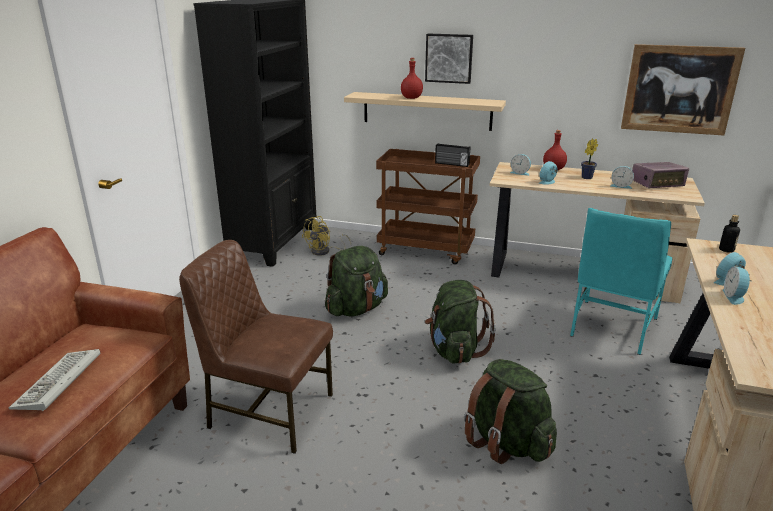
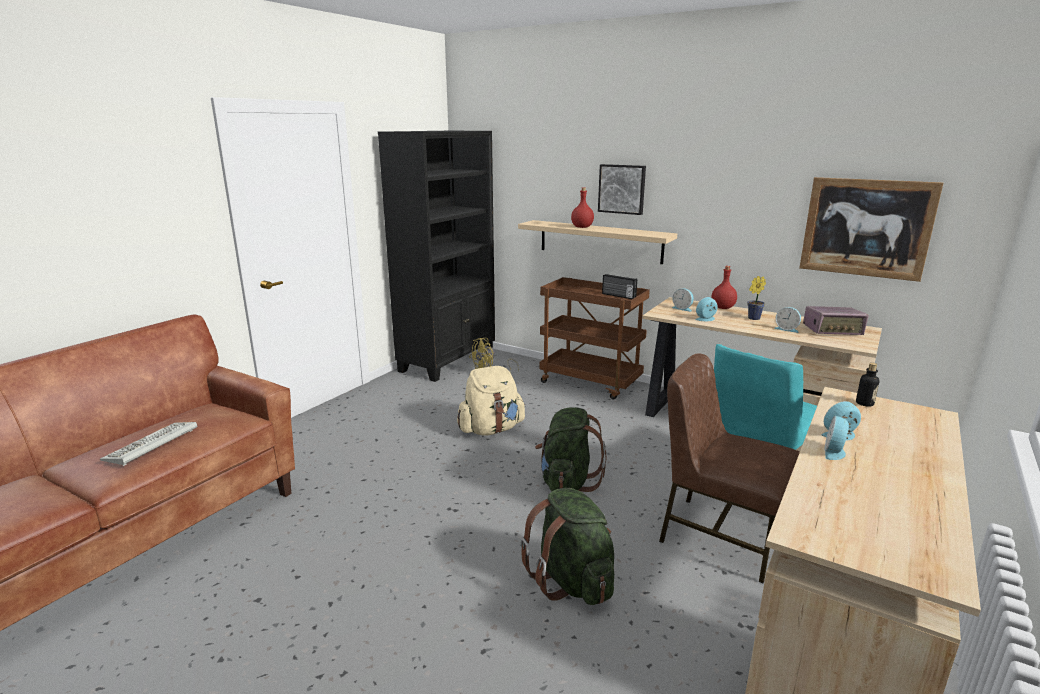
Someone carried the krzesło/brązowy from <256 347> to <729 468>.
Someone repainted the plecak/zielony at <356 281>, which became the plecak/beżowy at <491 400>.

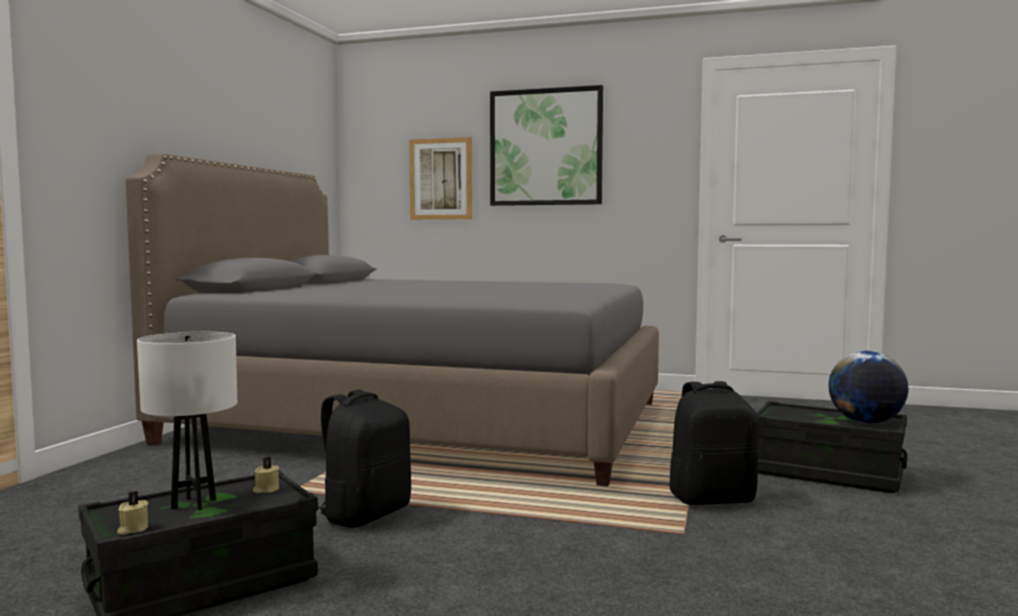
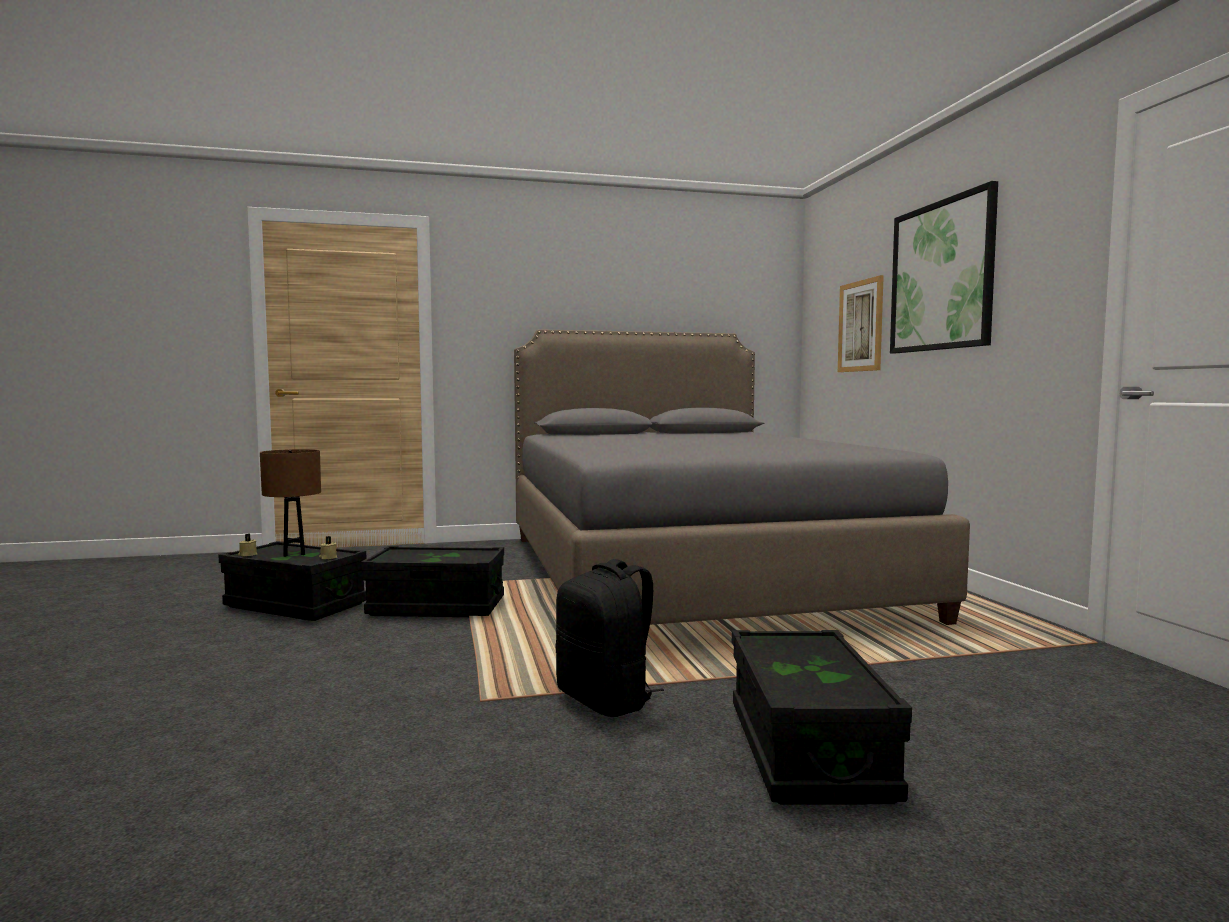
Someone repainted the lampa stołowa/biały at <187 421>, which became the lampa stołowa/brązowy at <290 503>.
Someone took away the globus at <869 387>.
Someone swapped the plecak/czarny at <364 459> for the pojemnik do przechowywania/czarny at <432 581>.

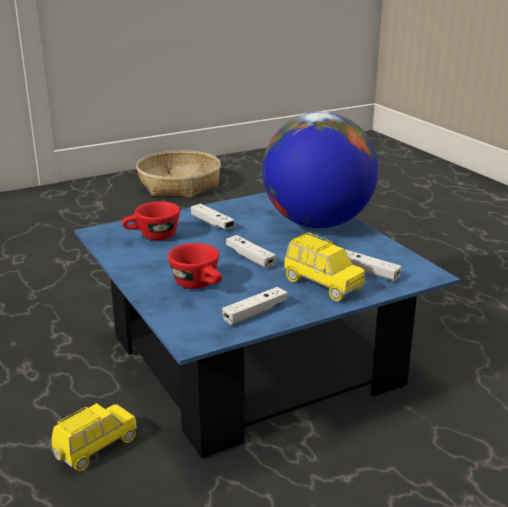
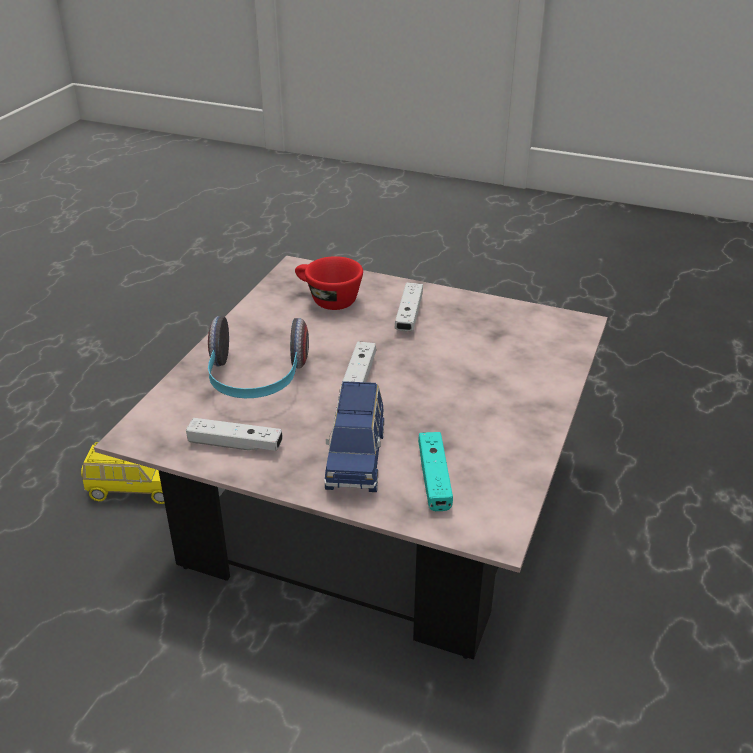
Someone took away the globus at <320 170>.
Someone took away the koszyk at <178 174>.
Someone repainted the ława/niebieski at <267 325>, which became the ława/różowy at <351 457>.
Someone repainted the samochodzik/żółty at <324 266>, which became the samochodzik/niebieski at <354 436>.
Someone swapped the filiżanka/czerwony at <195 266> for the słuchawki at <258 357>.
Someone repainted the pad do gier/biały at <373 265>, which became the pad do gier/turkusowy at <435 471>.

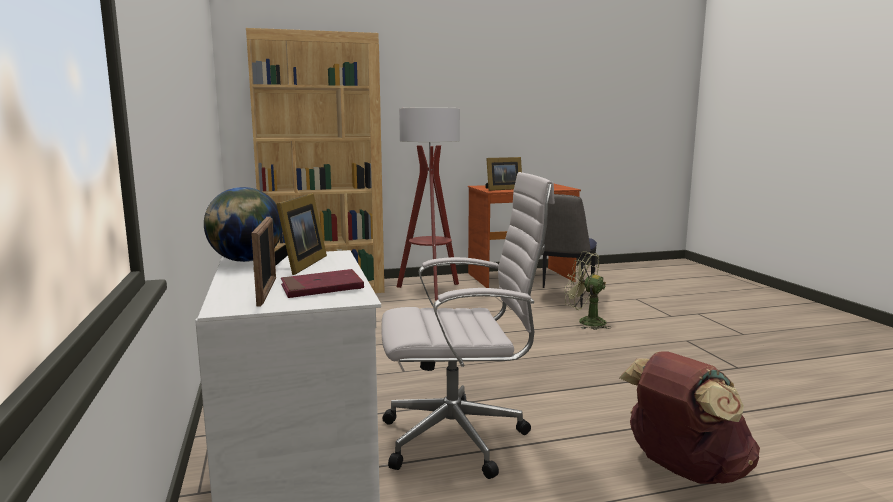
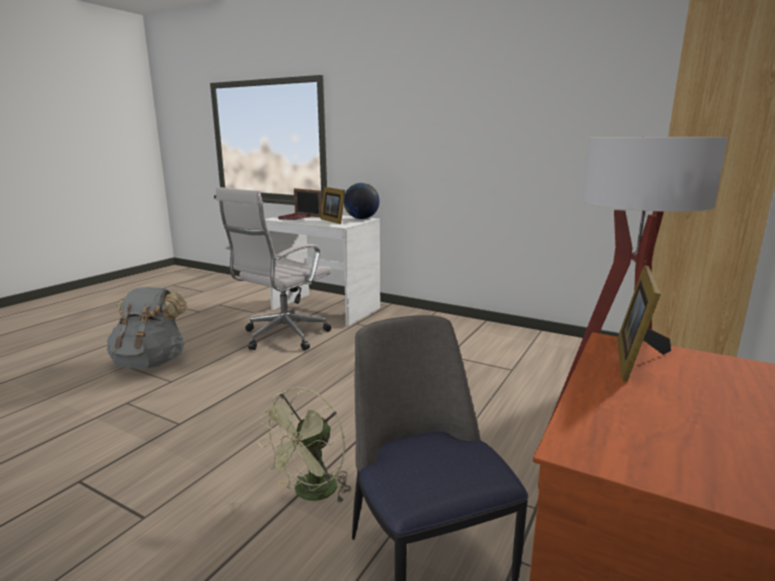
Someone rotated the wentylator/zielony at <588 290> by 135 degrees clockwise.
Someone repainted the plecak/brązowy at <689 417>, which became the plecak/szary at <147 327>.

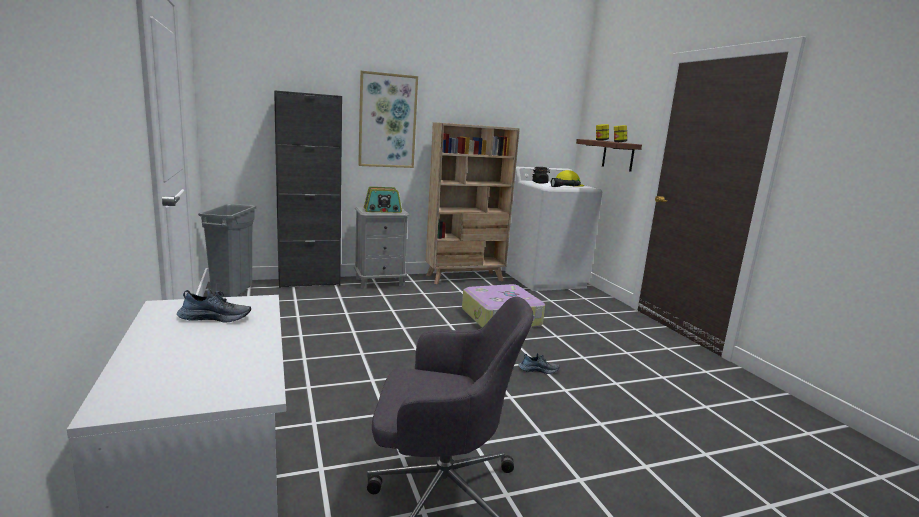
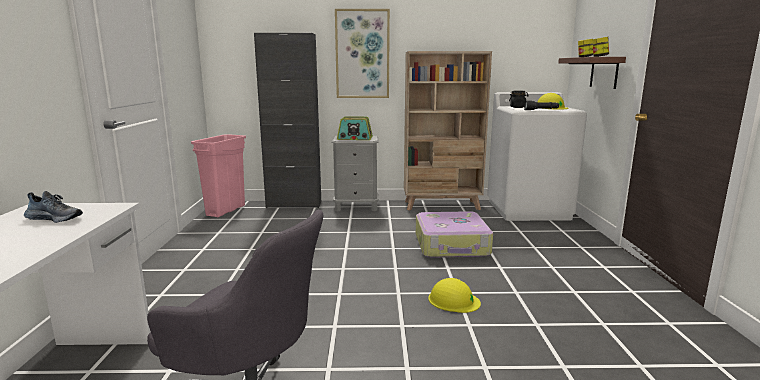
Someone repainted the kosz na śmieci/szary at <227 250>, which became the kosz na śmieci/różowy at <218 175>.
Someone swapped the but at <539 363> for the kask/żółty at <454 295>.

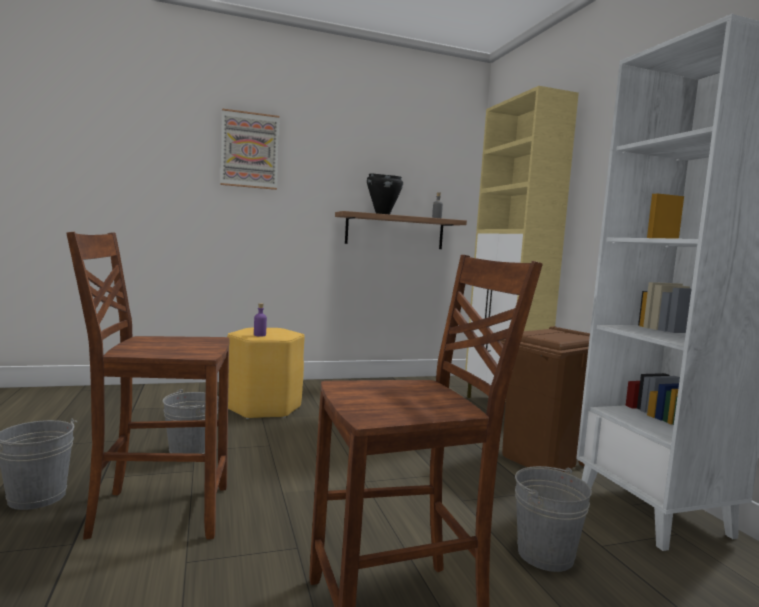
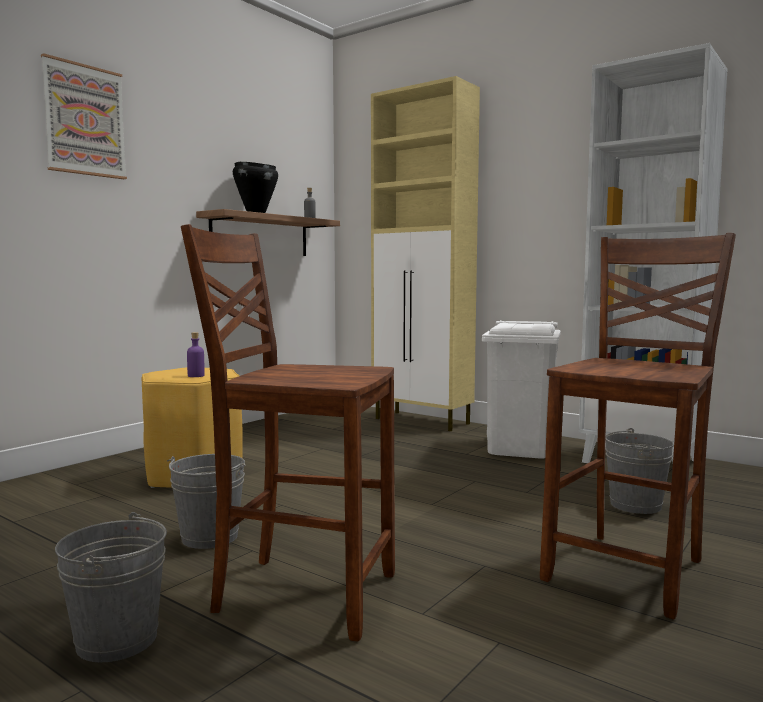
Someone rotated the krzesło/brązowy at <147 386> by 60 degrees clockwise.
Someone repainted the kosz na śmieci/brązowy at <545 399>, which became the kosz na śmieci/biały at <521 389>.

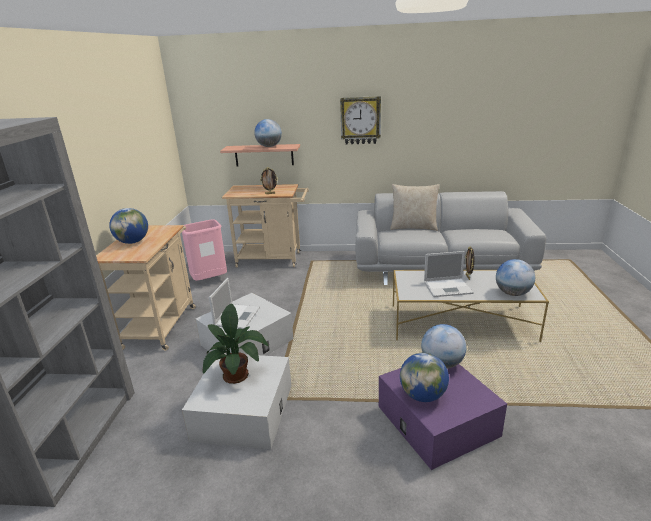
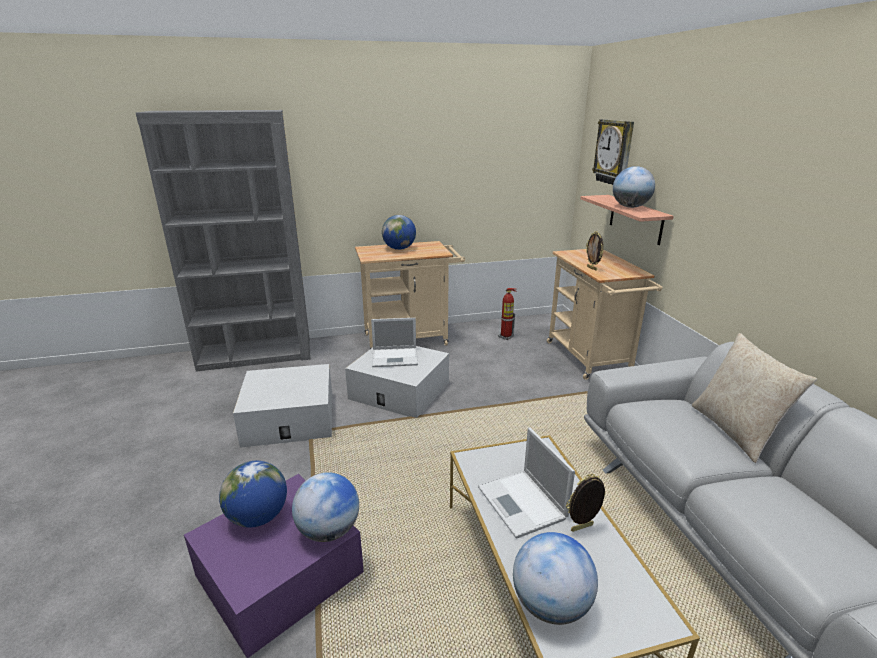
Someone carried the zegar ścienny from <360 120> to <613 152>.
Someone swapped the kosz na śmieci/różowy at <204 250> for the gaśnica at <507 314>.
Someone took away the roślina doniczkowa at <235 344>.

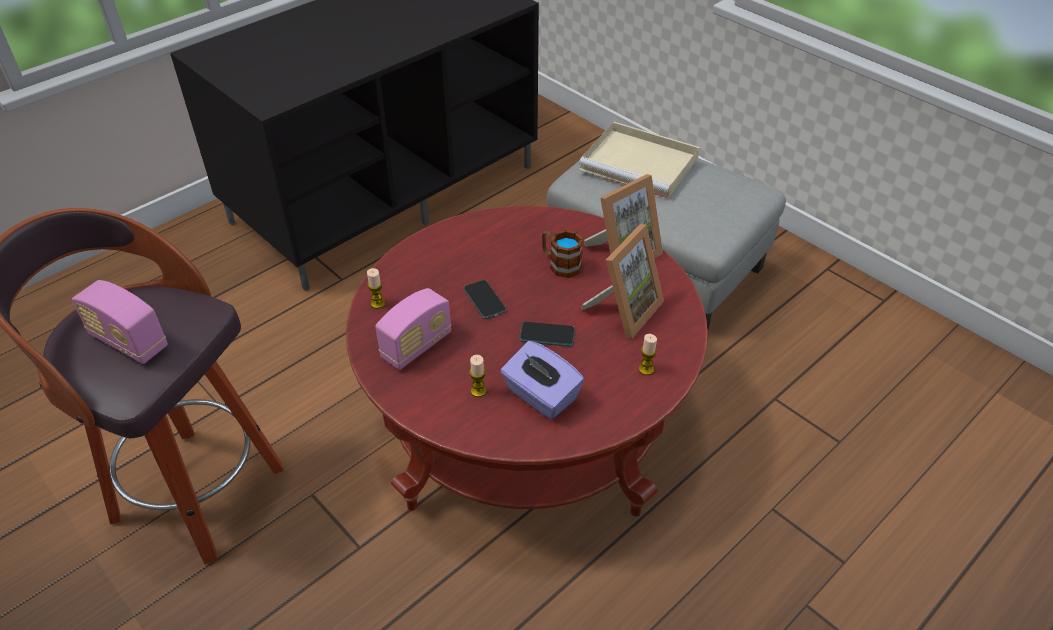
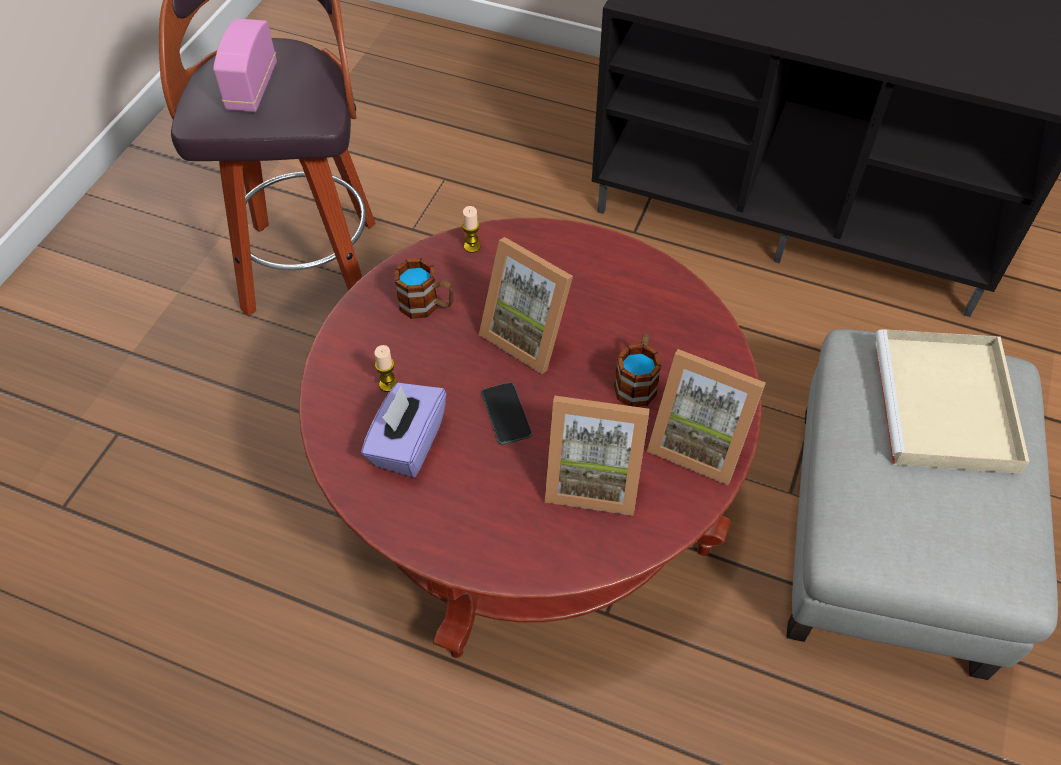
Someone swapped the telefon at <485 299> for the ramka na zdjęcie at <526 305>.
Someone swapped the radio at <413 329> for the kubek at <424 288>.
Someone took away the świeca at <648 354>.

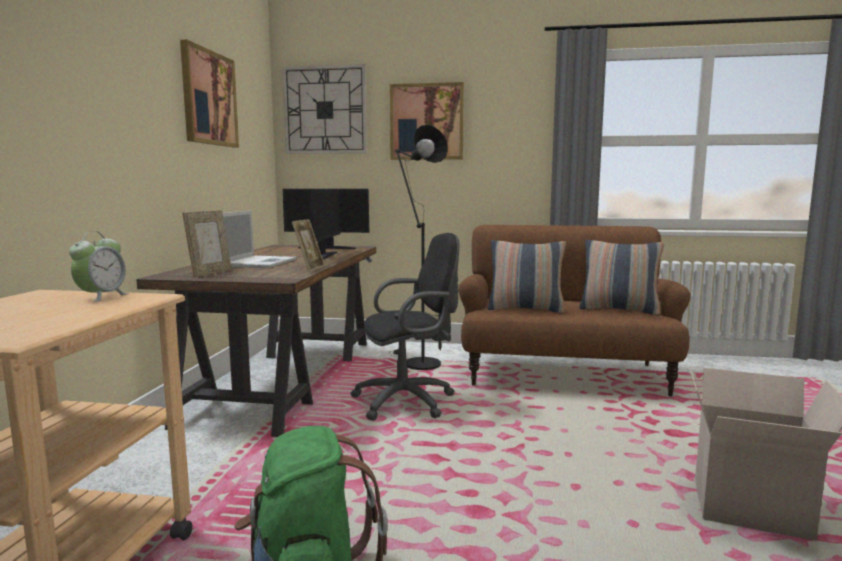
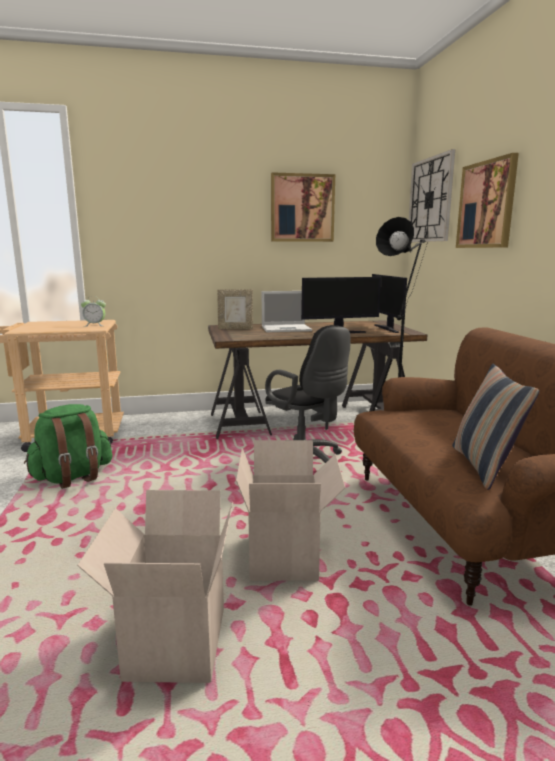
Someone took away the ramka na zdjęcie at <308 245>.
Someone took away the poduszka at <527 276>.
Someone put down the karton at <290 510>.

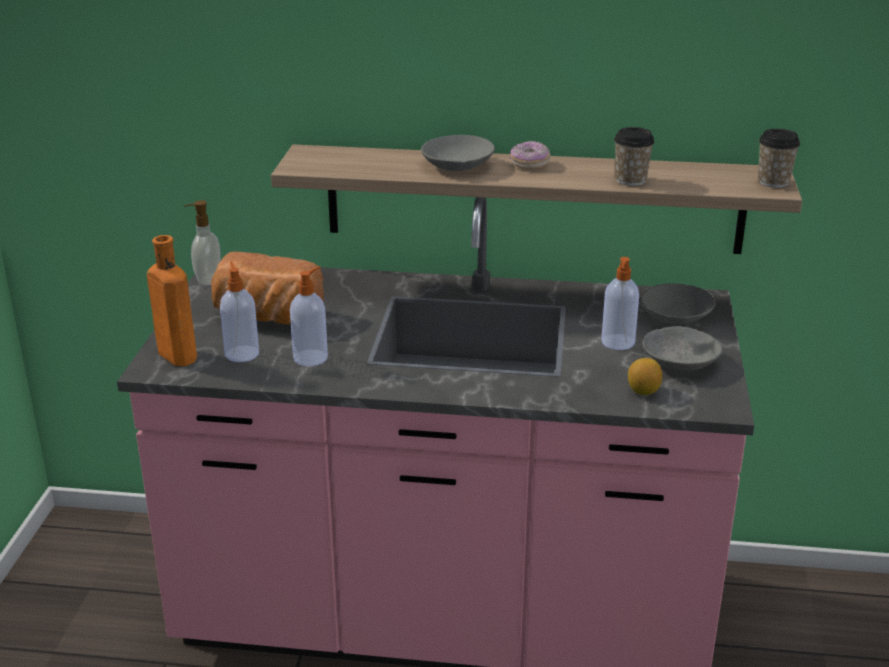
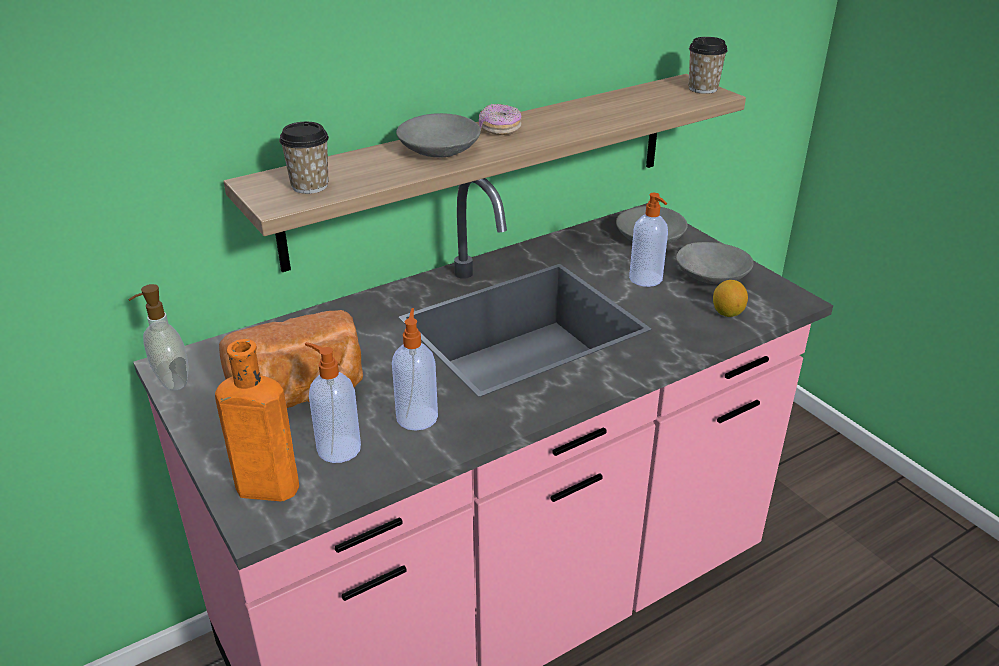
Someone carried the filiżanka from <634 156> to <304 158>.

